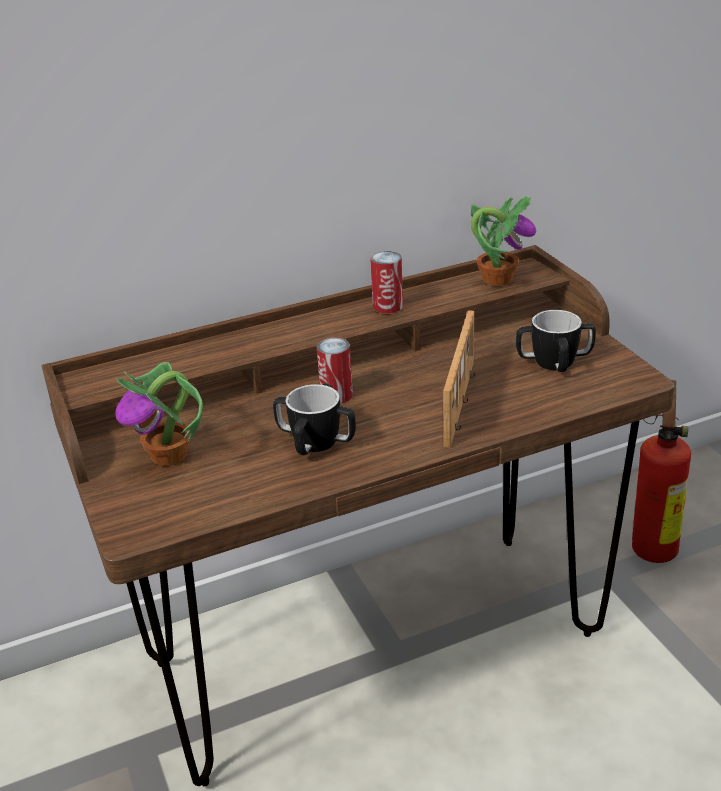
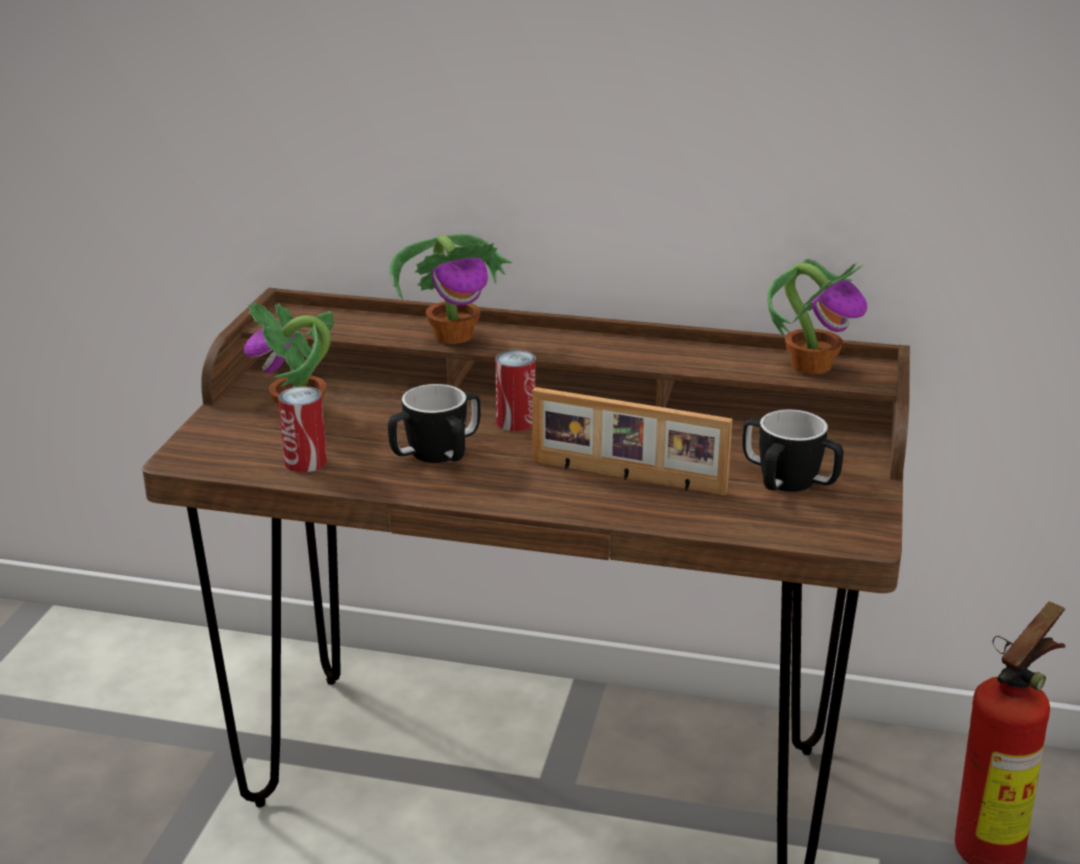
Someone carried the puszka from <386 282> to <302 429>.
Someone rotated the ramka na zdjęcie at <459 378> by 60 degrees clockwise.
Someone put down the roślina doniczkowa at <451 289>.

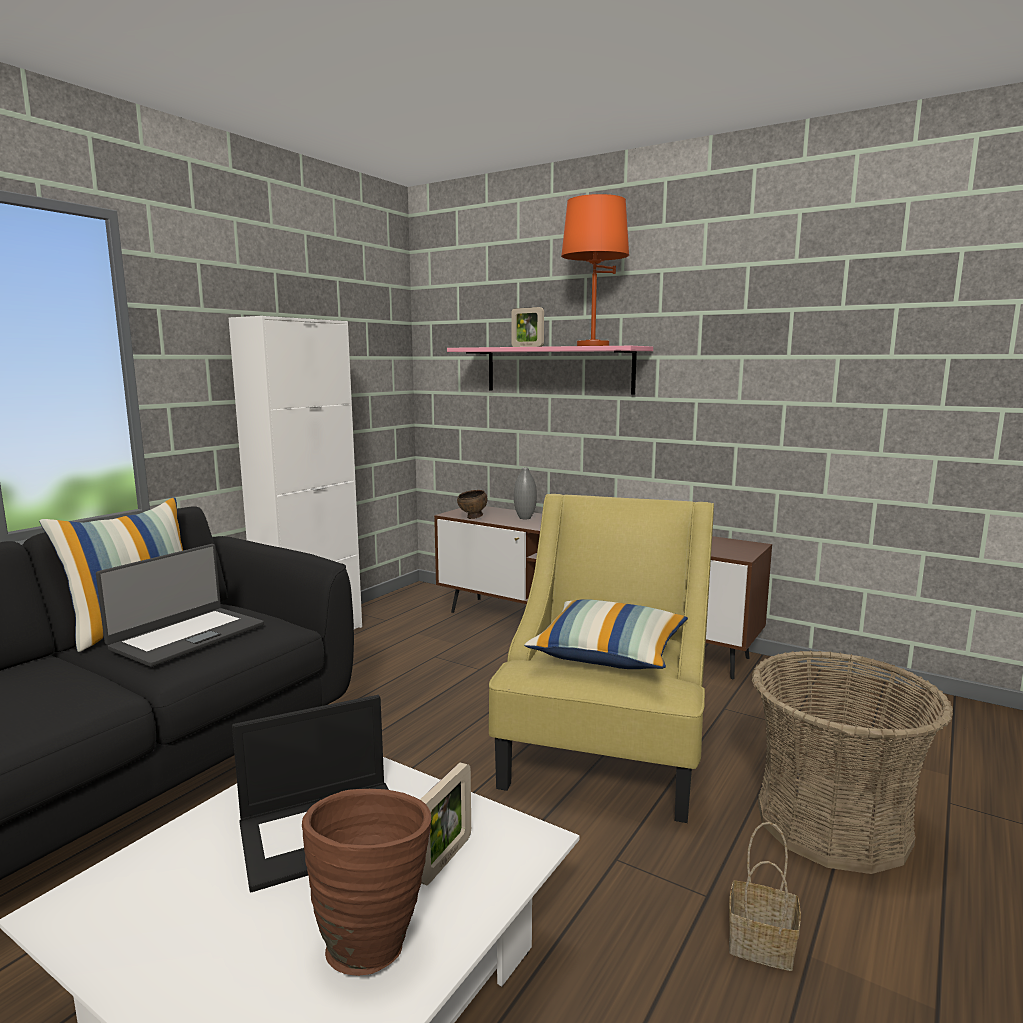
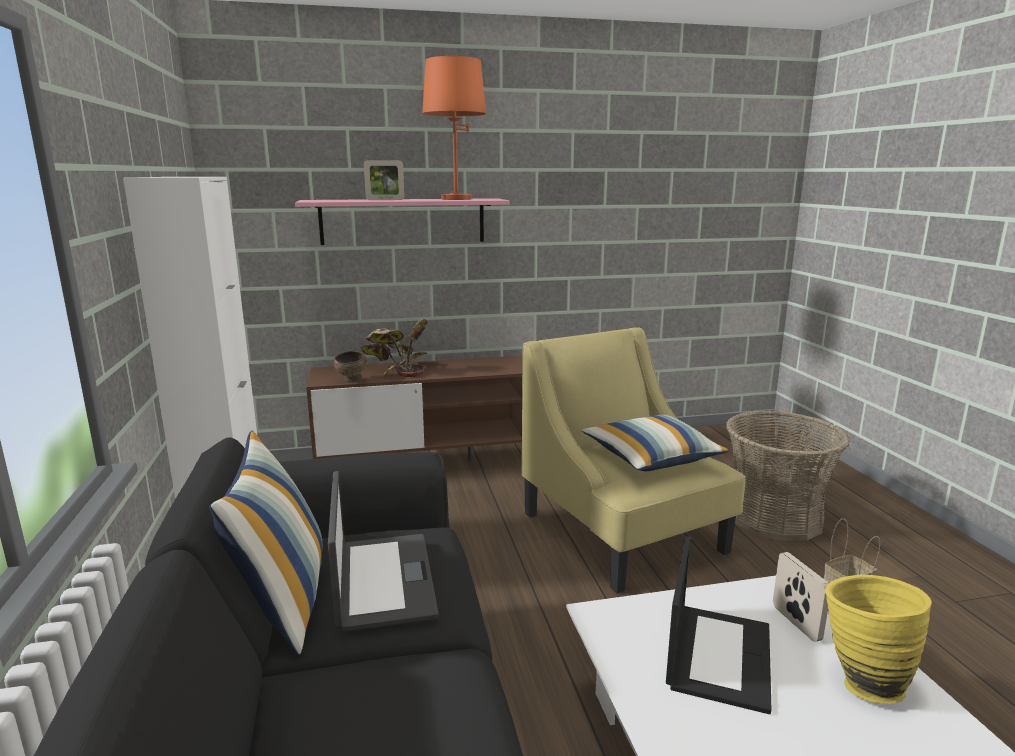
Someone swapped the wazon/szary at <525 493> for the roślina doniczkowa at <394 348>.
Someone repainted the wazon/brązowy at <366 882>, which became the wazon/żółty at <878 639>.

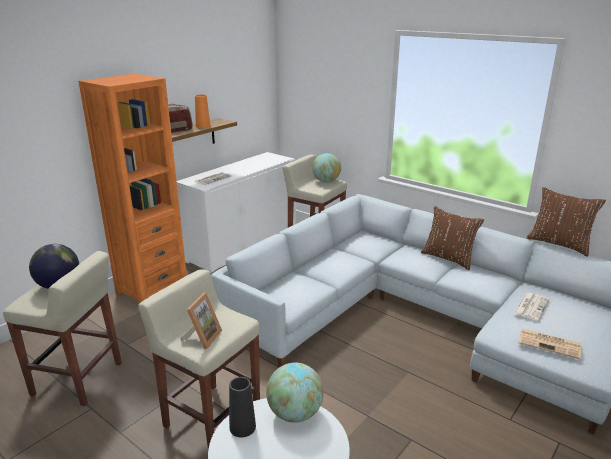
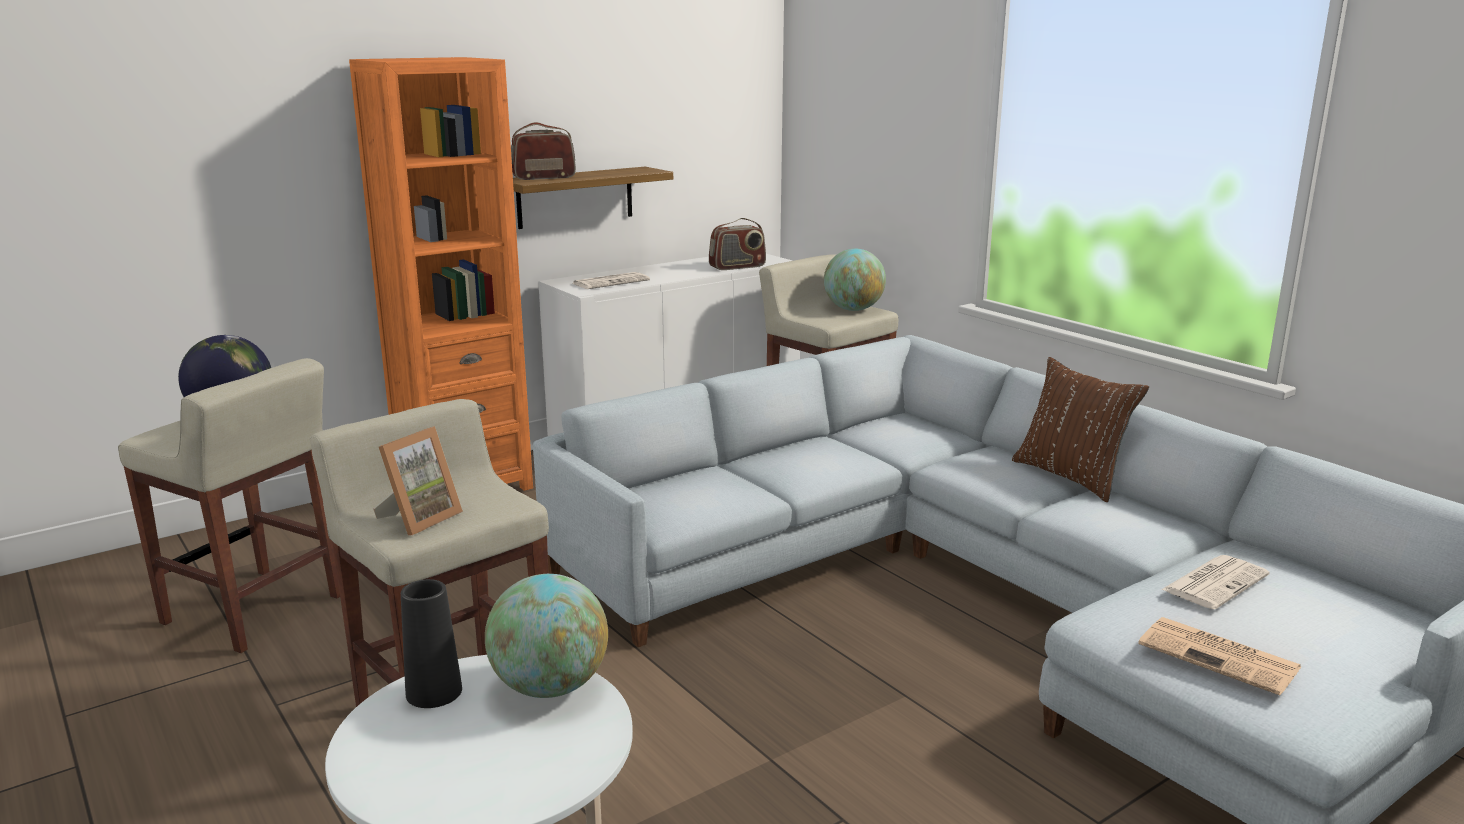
Someone took away the wazon/pomarańczowy at <203 111>.
Someone took away the poduszka/brązowy at <566 222>.
Someone put down the radio at <737 244>.

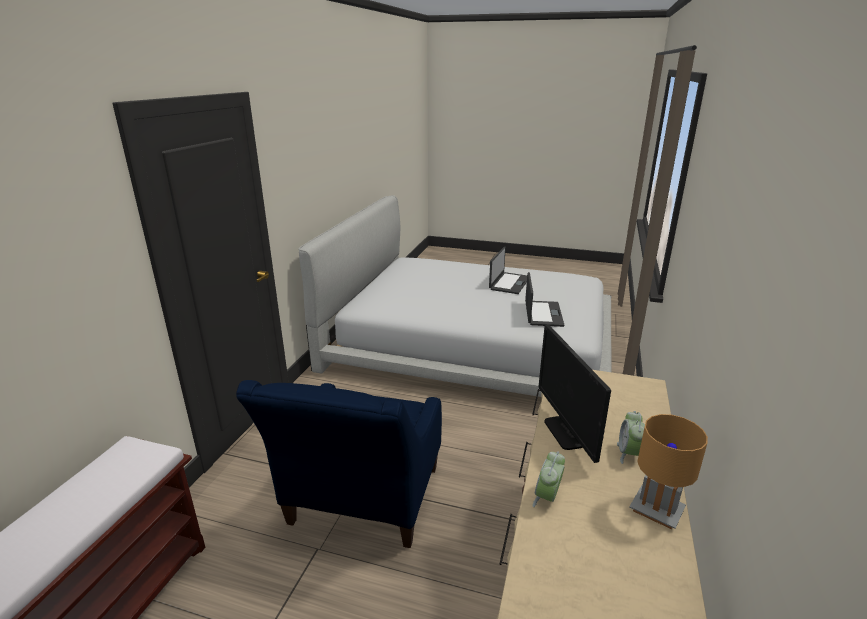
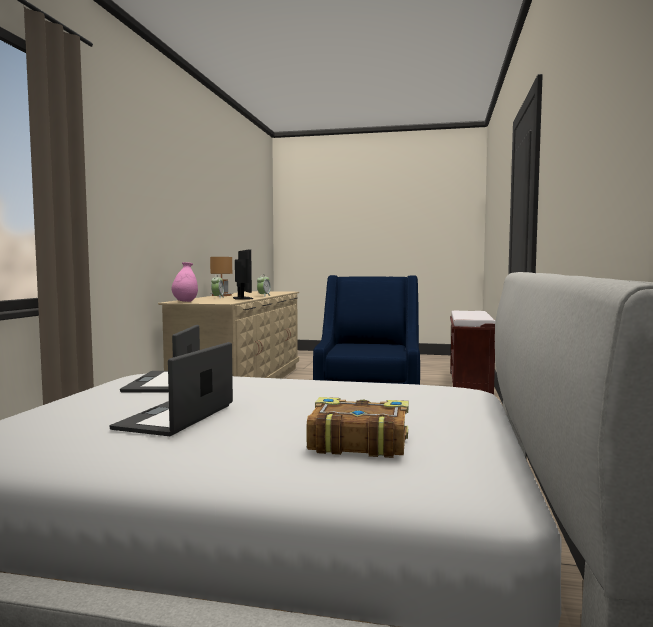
Someone put down the wazon/różowy at <185 282>.
Someone put down the książka at <358 427>.

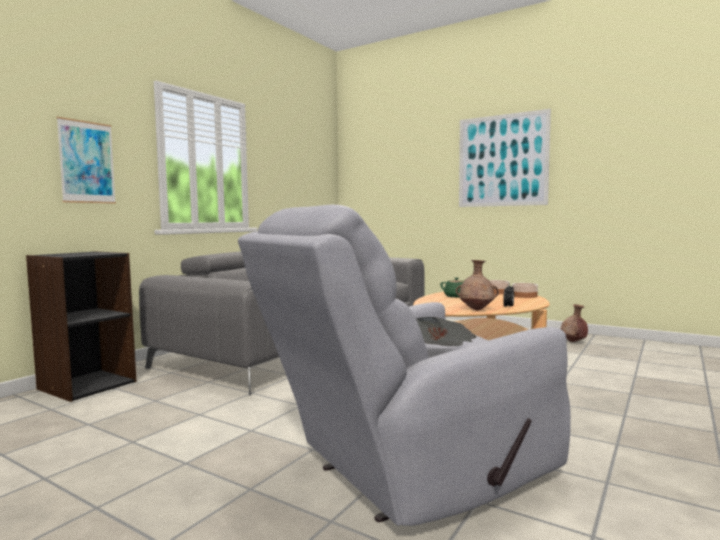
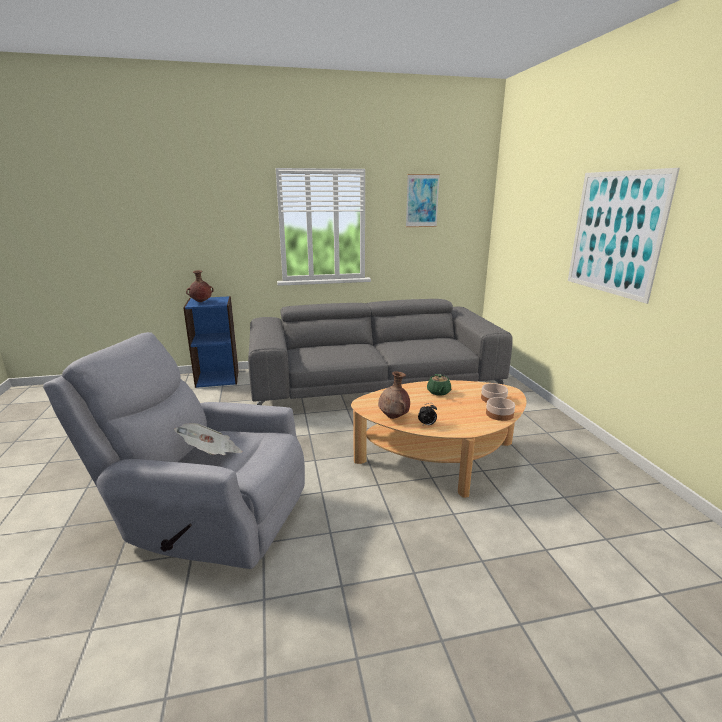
Someone carried the obraz from <86 160> to <423 200>.
Someone repainted the regał/czarny at <81 326>, which became the regał/niebieski at <211 342>.
Someone carried the wazon/brązowy from <574 323> to <200 286>.

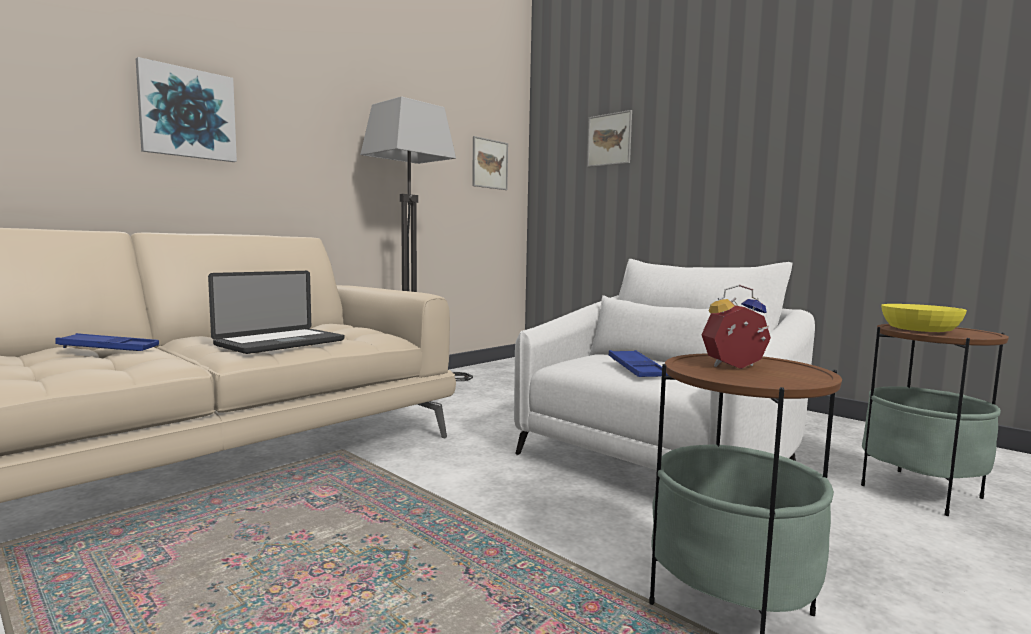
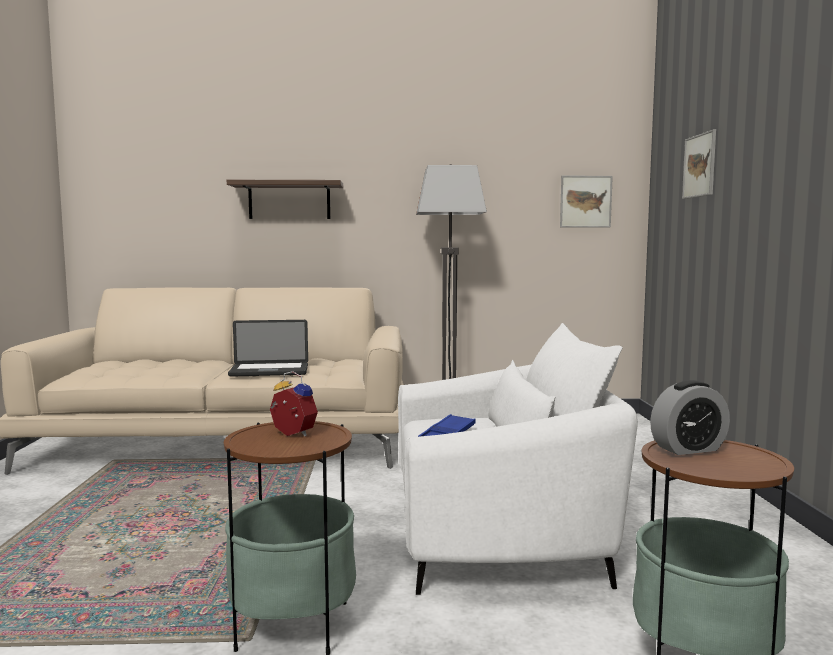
Someone swapped the obraz at <186 109> for the półka at <285 199>.
Someone swapped the miska/żółty at <924 318> for the budzik at <690 417>.
Someone took away the taca/niebieski at <107 342>.

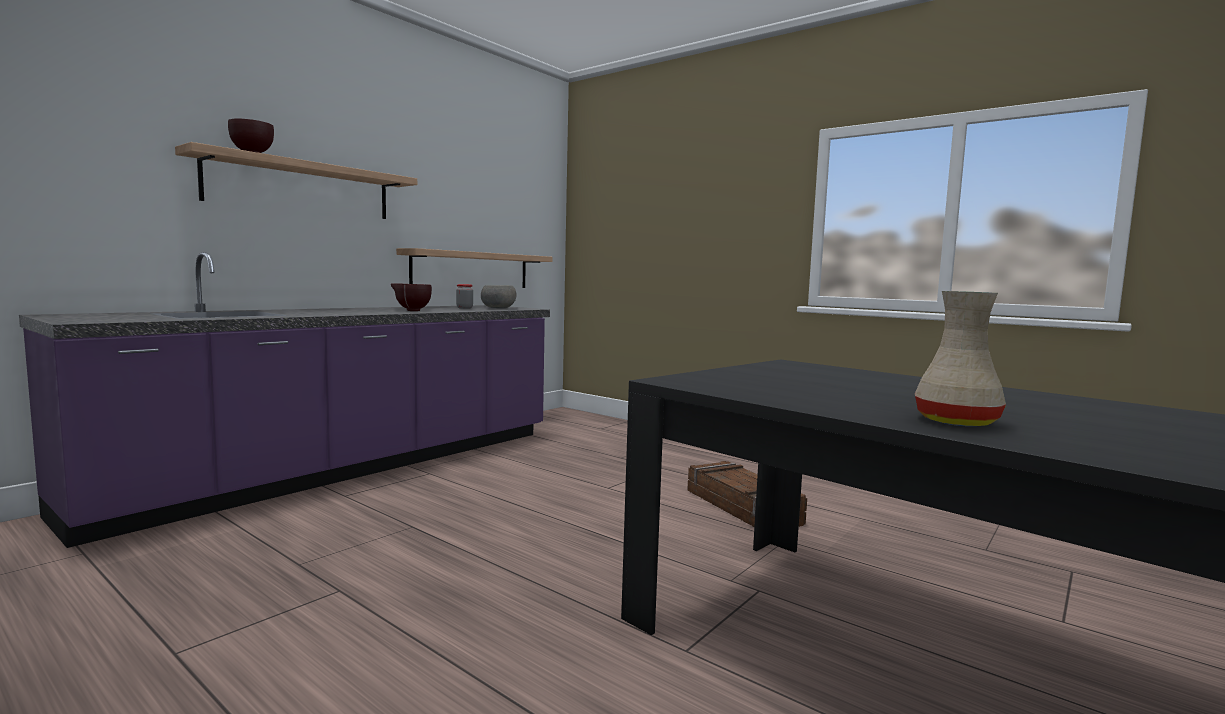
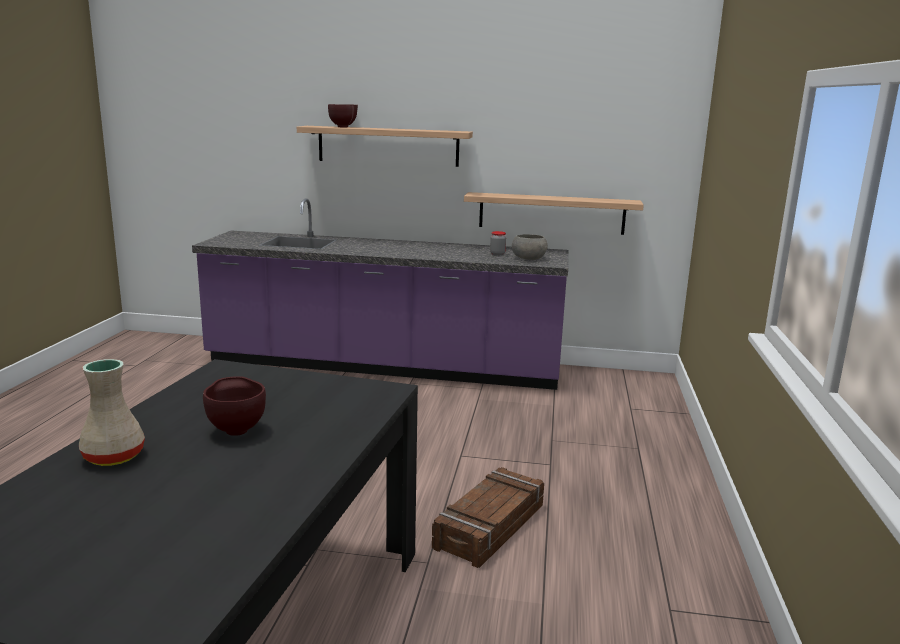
Someone carried the miska/brązowy from <411 297> to <234 406>.

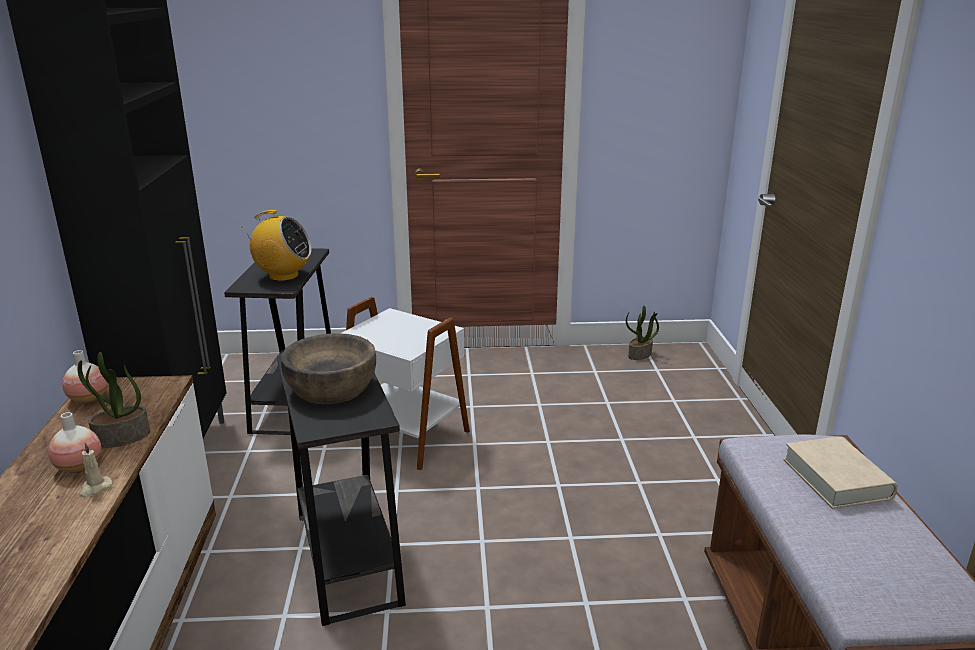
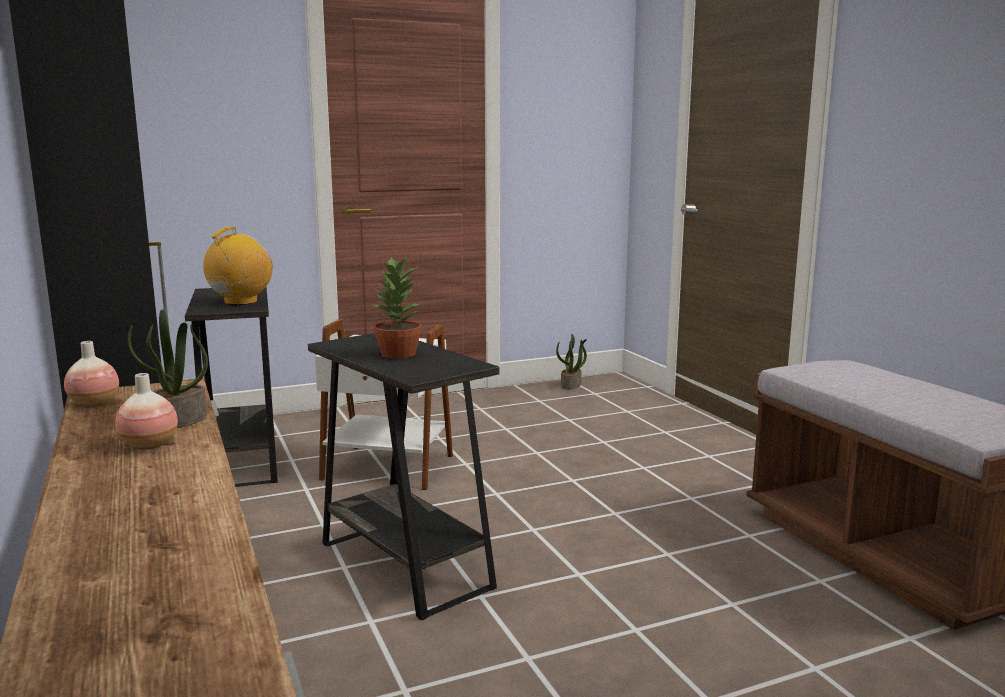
Someone rotated the radio at <276 245> by 45 degrees counterclockwise.
Someone swapped the miska/brązowy at <328 368> for the roślina doniczkowa at <397 308>.
Someone took away the książka/beżowy at <840 472>.
Someone took away the świeca/beżowy at <95 470>.

